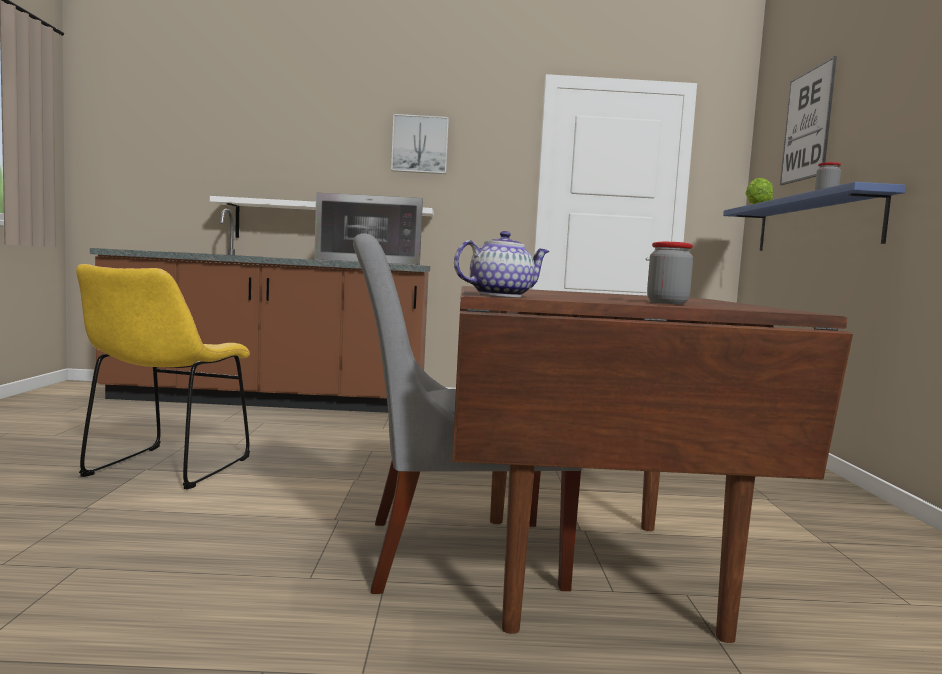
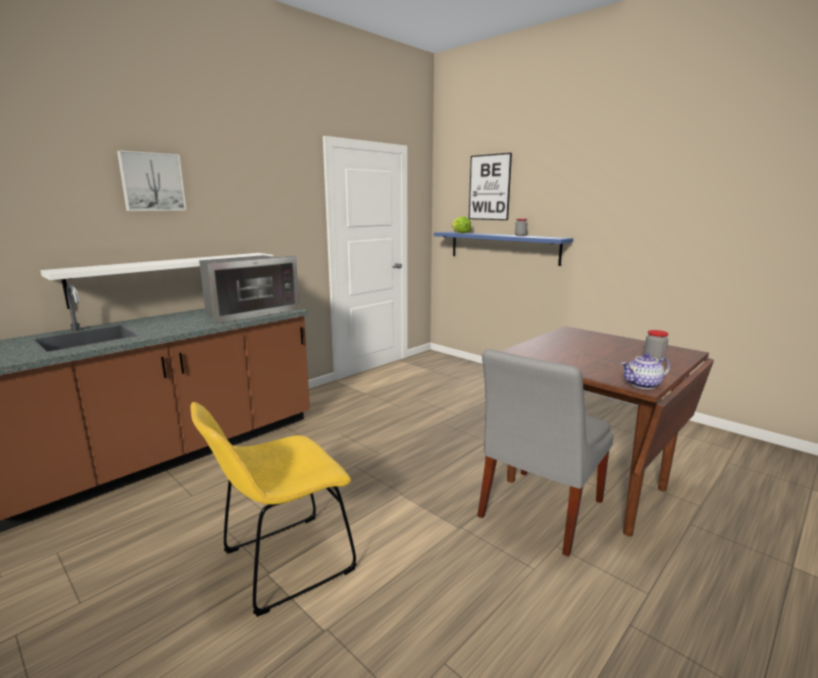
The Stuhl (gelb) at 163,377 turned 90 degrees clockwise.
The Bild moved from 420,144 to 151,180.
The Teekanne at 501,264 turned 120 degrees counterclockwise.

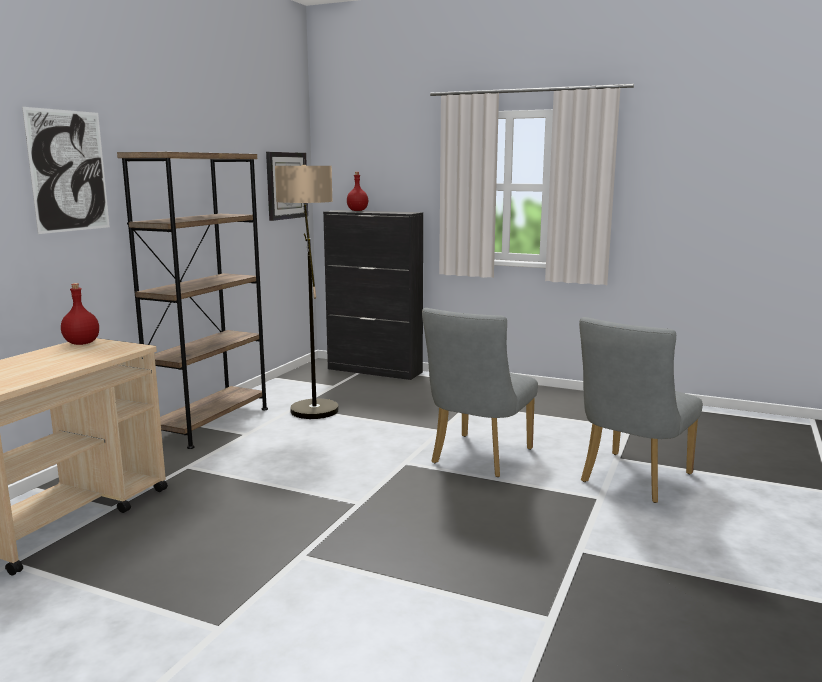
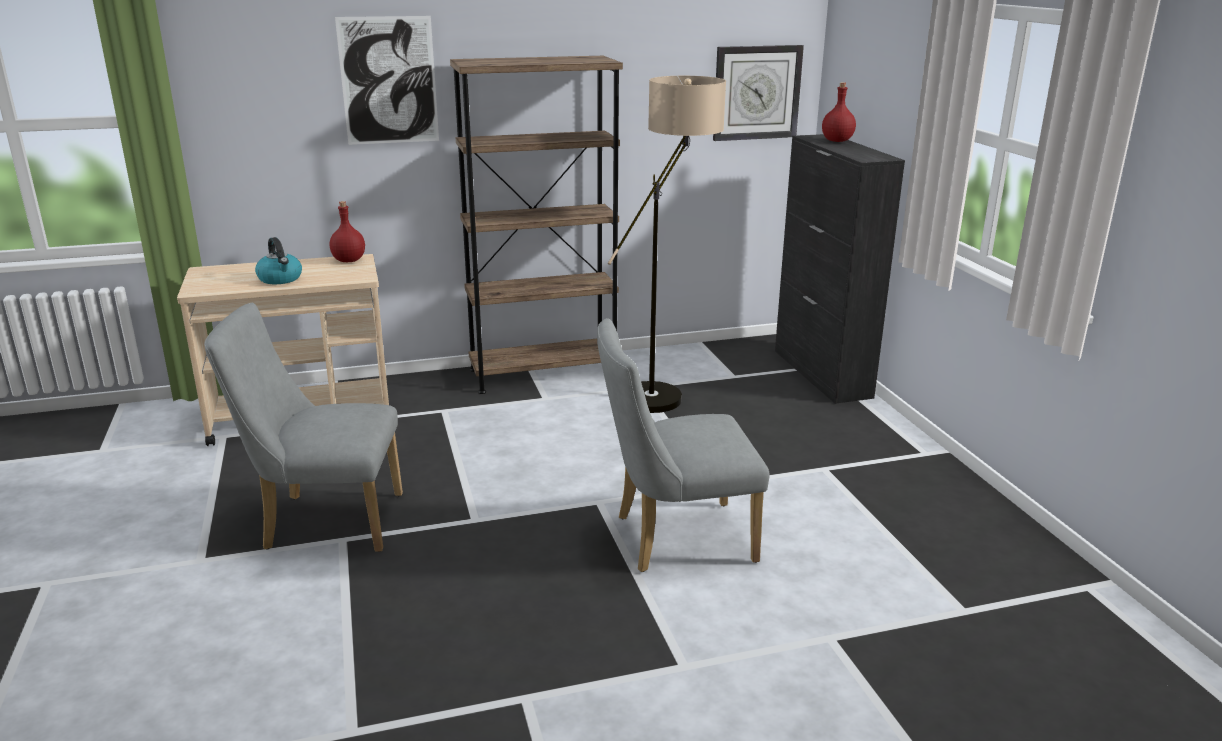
The Stuhl (grau) moved from 641,410 to 303,427.
The Wasserkessel at 278,260 appeared.

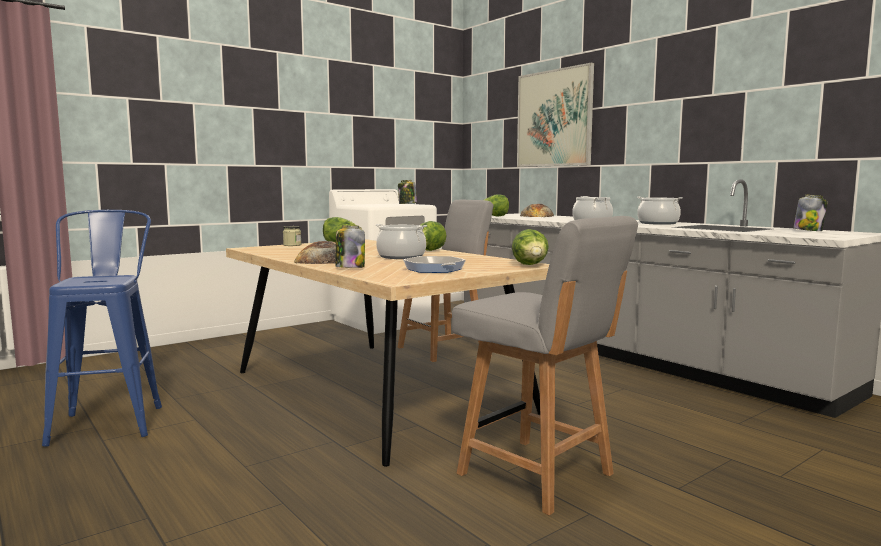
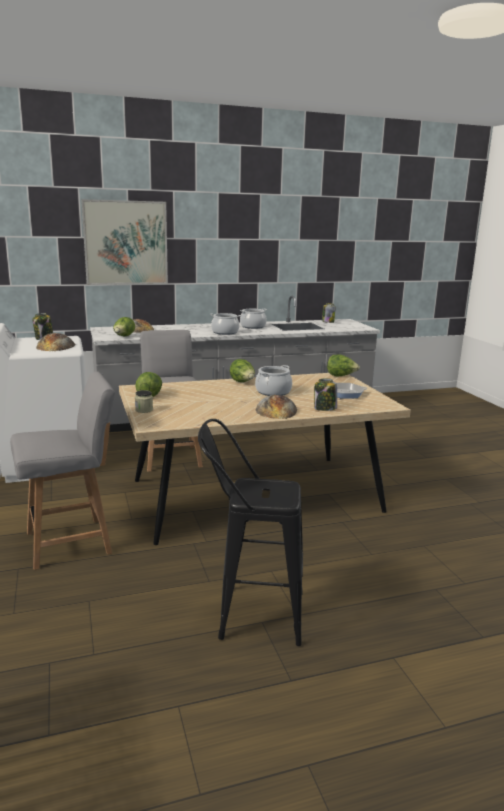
The Hocker (blau) at 102,328 became the Hocker (schwarz) at 250,532.
The Stuhl (grau) moved from 544,365 to 62,470.
The Brot at 55,342 appeared.

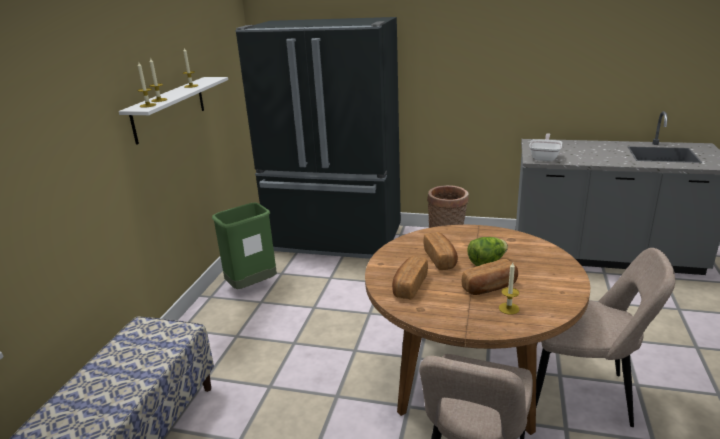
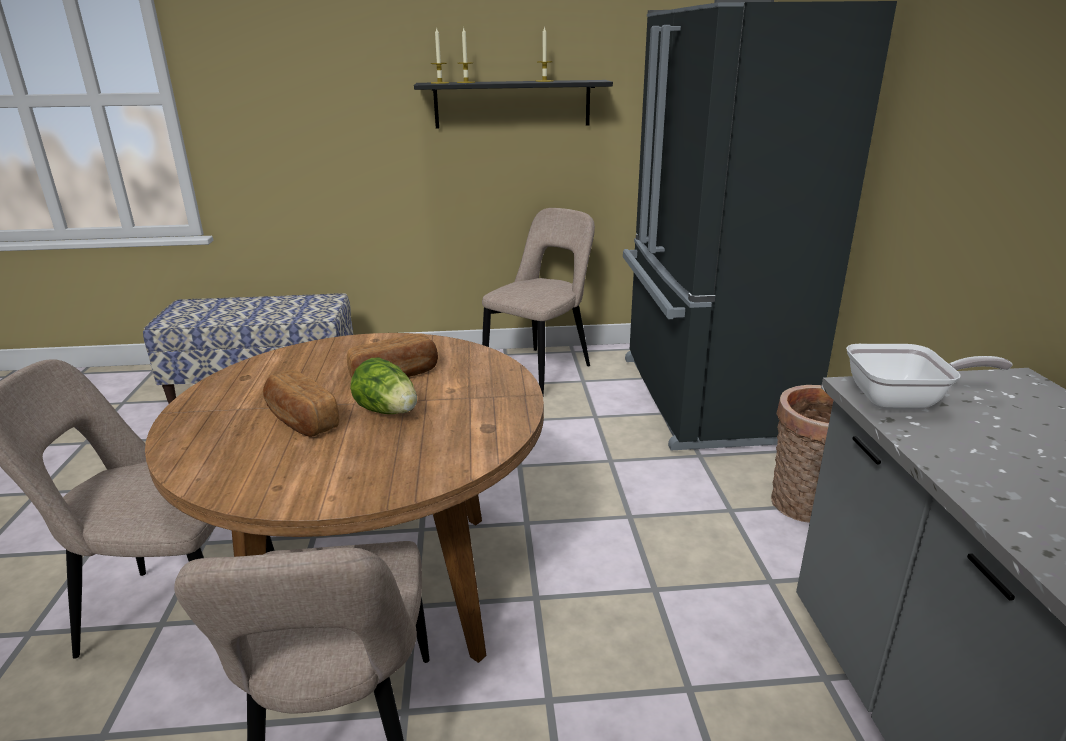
The Wandregal (weiß) at 173,111 became the Wandregal (schwarz) at 513,104.
The Mülleimer (grün) at 244,245 was replaced by the Stuhl (beige) at 538,302.
The Brot at 410,278 disappeared.
The Kerze at 509,288 disappeared.

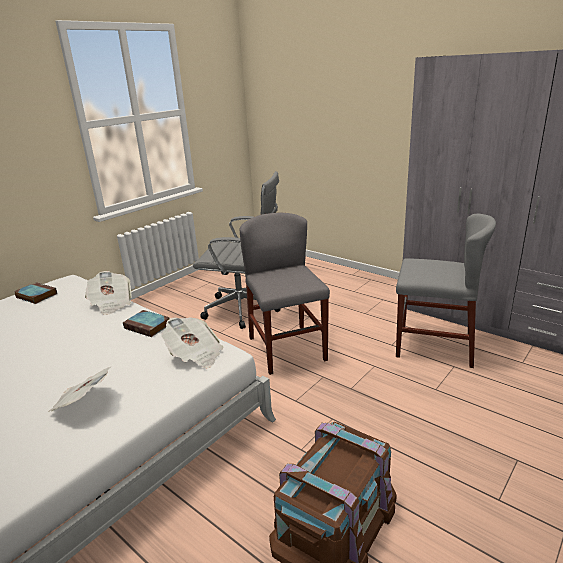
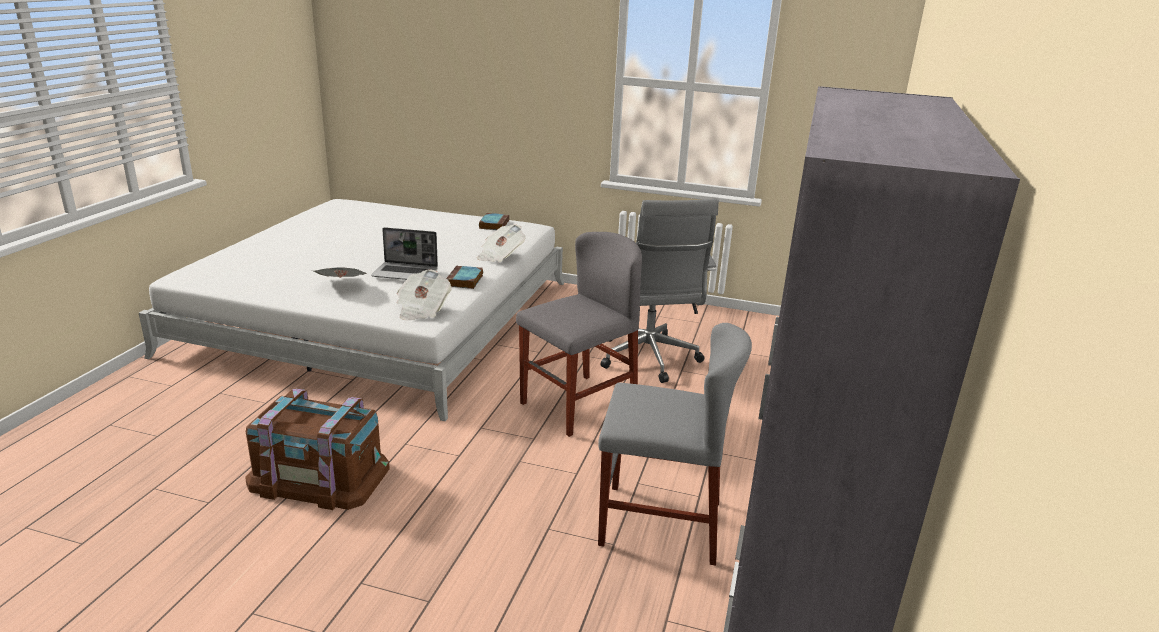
The Stuhl (grau) at 446,290 turned 75 degrees counterclockwise.
The Laptop at 404,253 appeared.

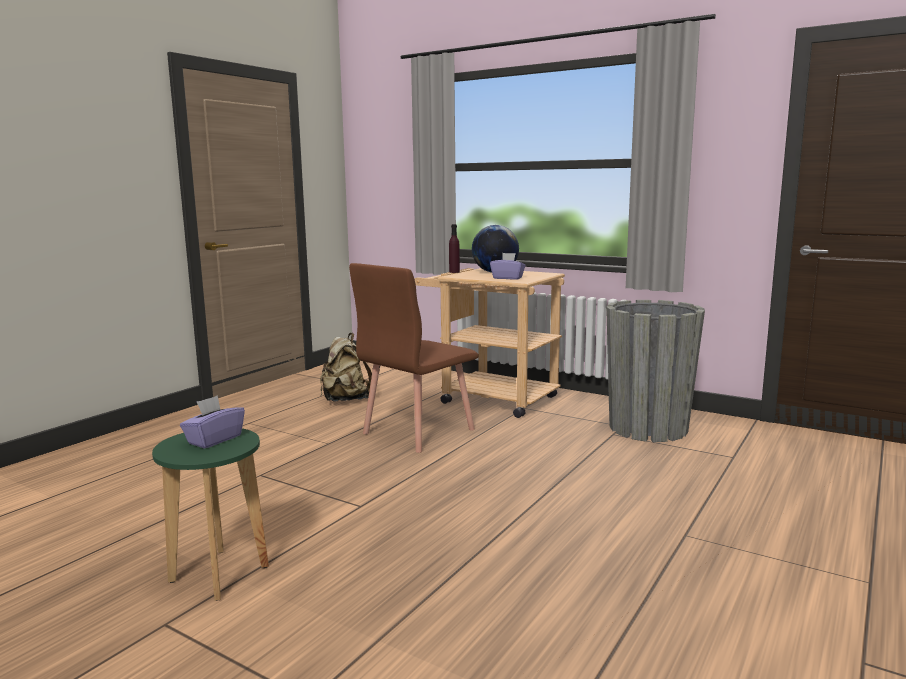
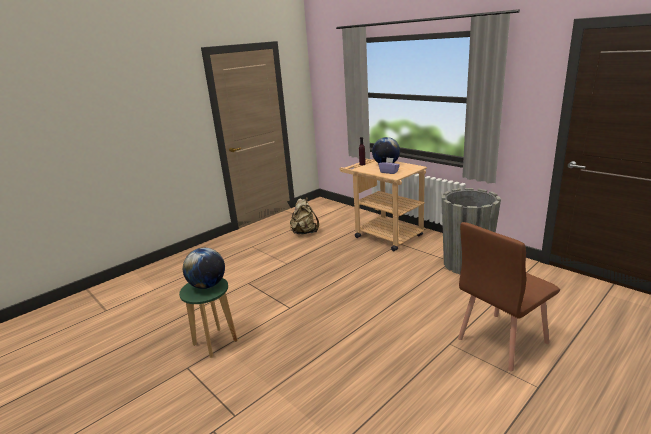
The Taschentuchbox (lila) at 212,422 was replaced by the Globus at 204,268.
The Stuhl (braun) moved from 414,358 to 509,297.

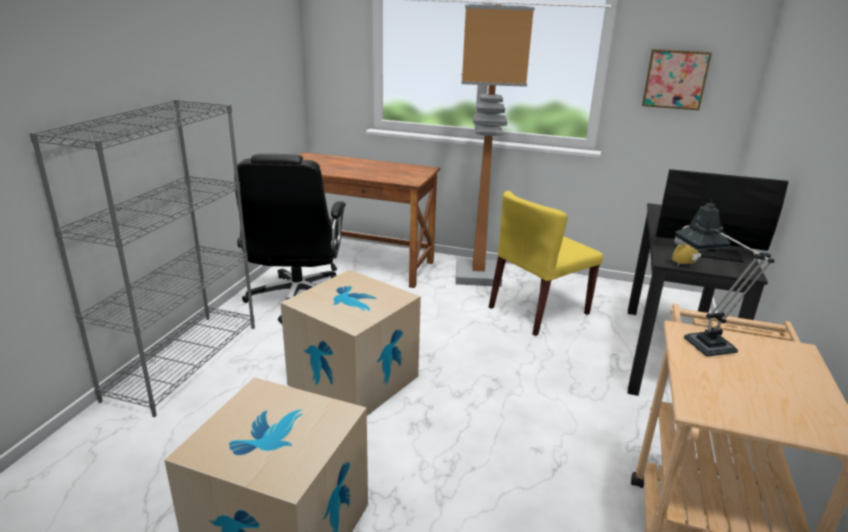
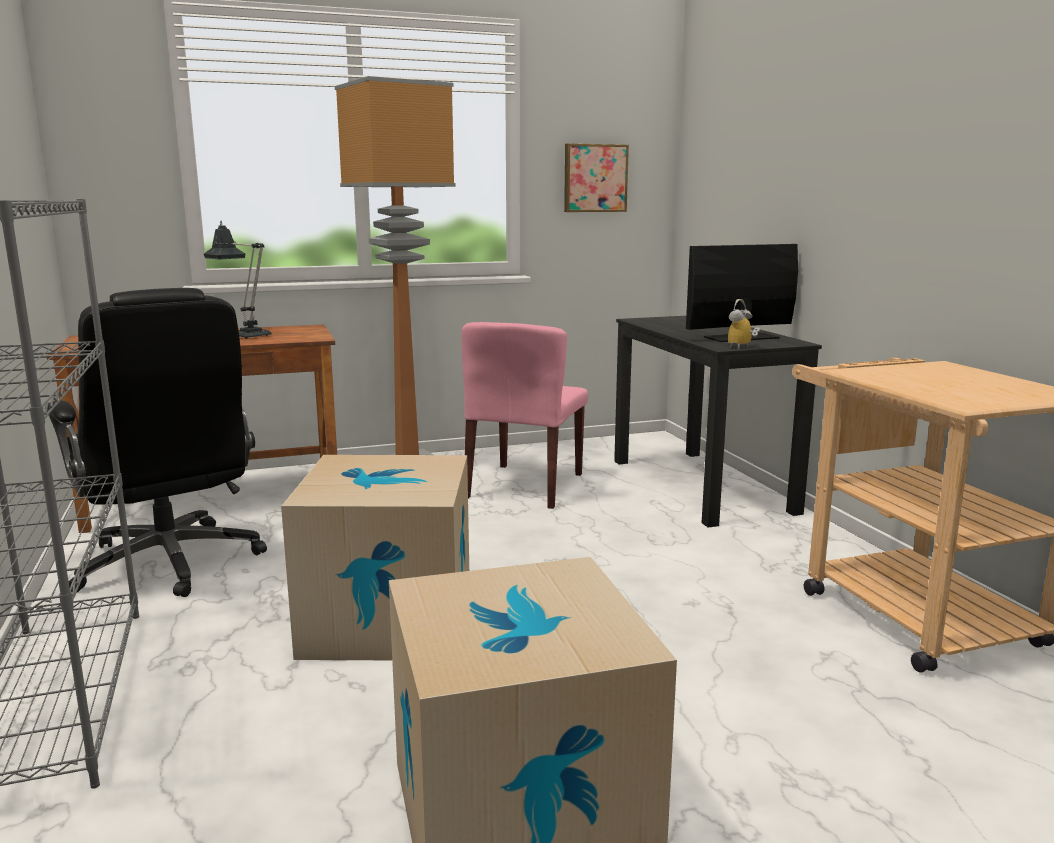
The Stuhl (gelb) at 546,263 became the Stuhl (rosa) at 525,415.
The Tischlampe moved from 725,277 to 238,280.

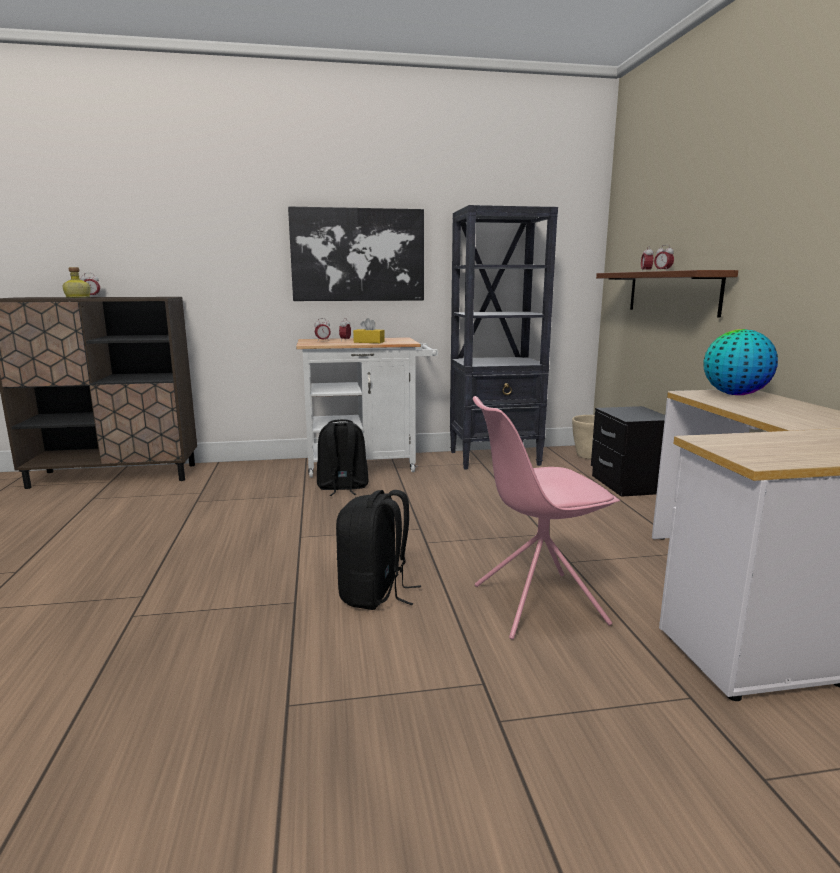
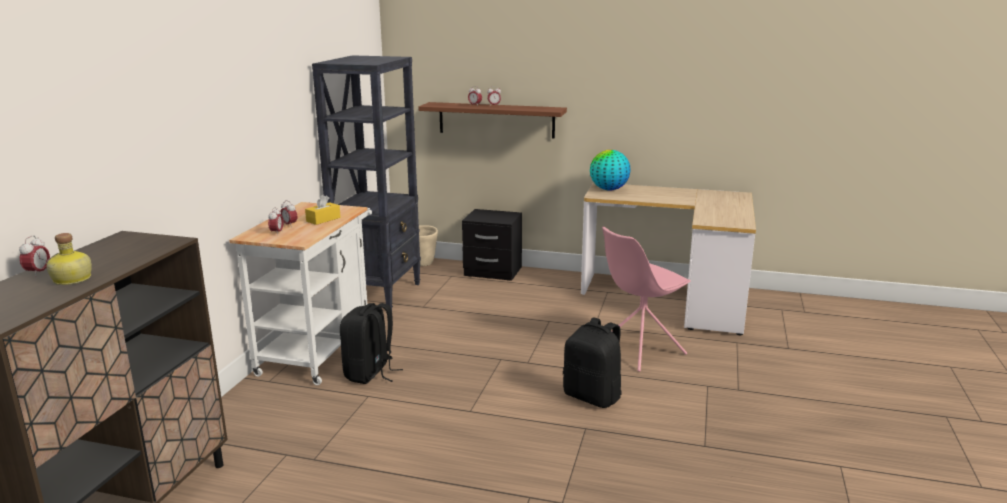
The Bild at 356,253 disappeared.
The Stuhl (rosa) at 546,518 turned 45 degrees clockwise.

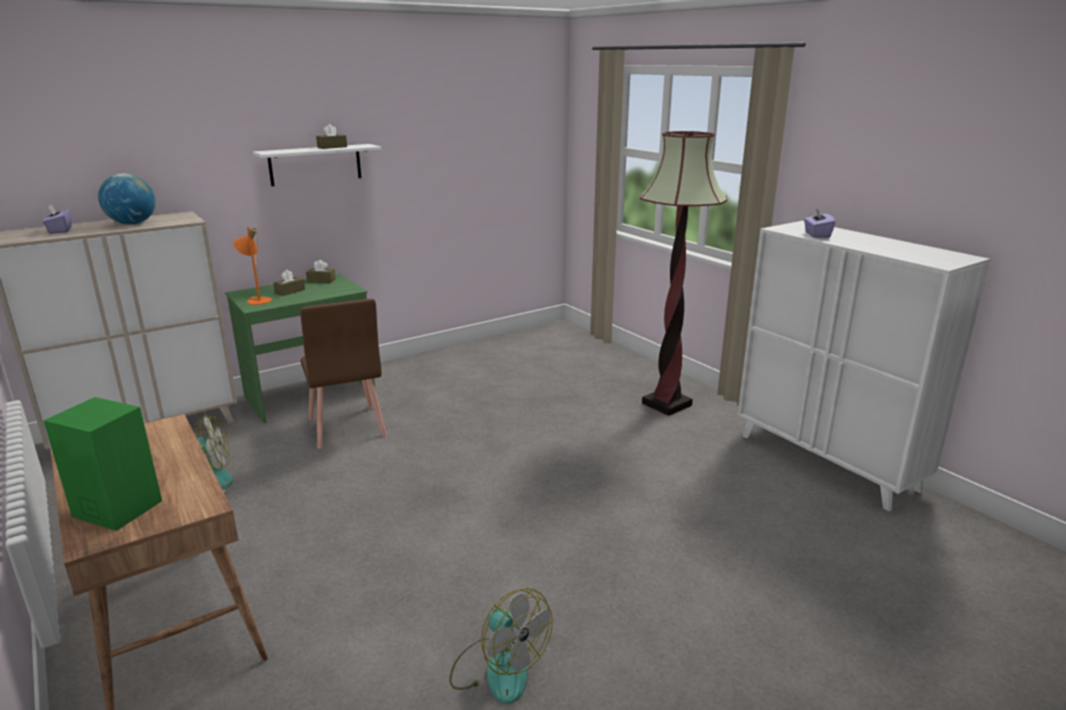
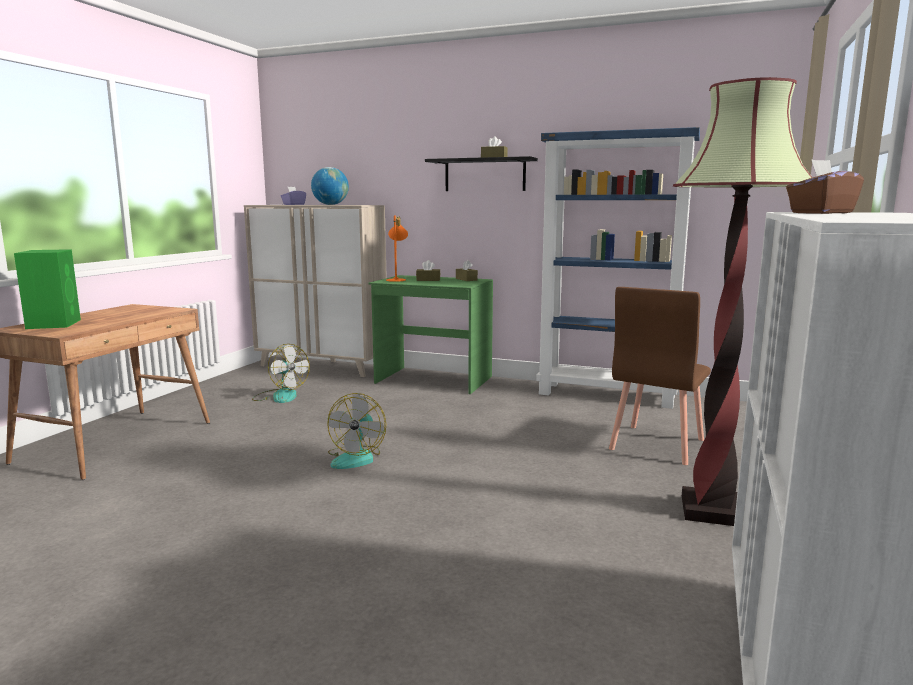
The Wandregal (weiß) at 317,165 became the Wandregal (schwarz) at 481,173.
The Stuhl (braun) moved from 343,374 to 660,376.
The Ventilator moved from 501,646 to 356,431.
The Taschentuchbox (lila) at 819,223 became the Taschentuchbox (braun) at 825,186.
The Bücherregal (blau) at 618,268 appeared.

